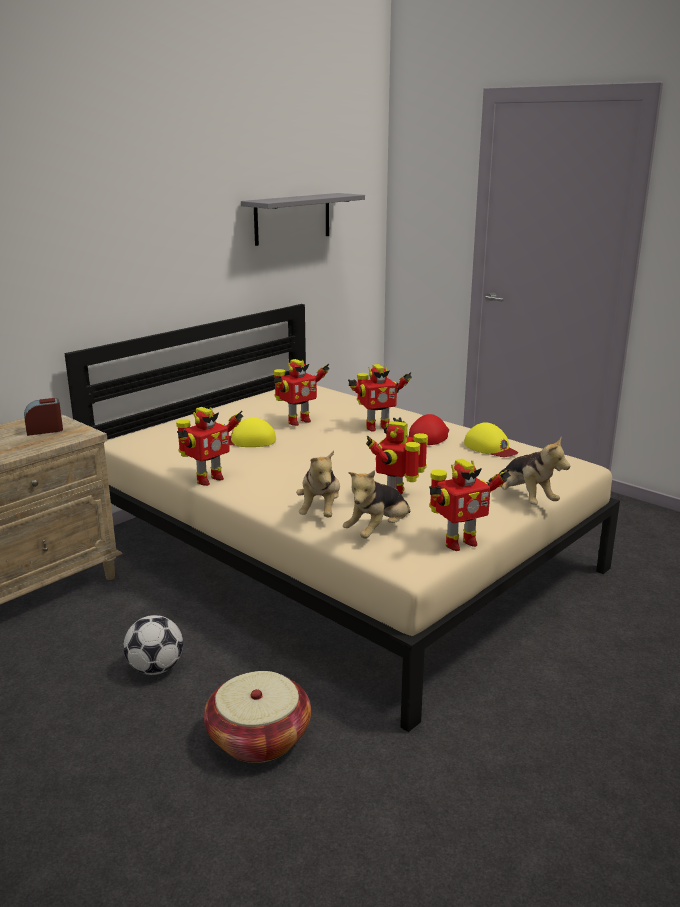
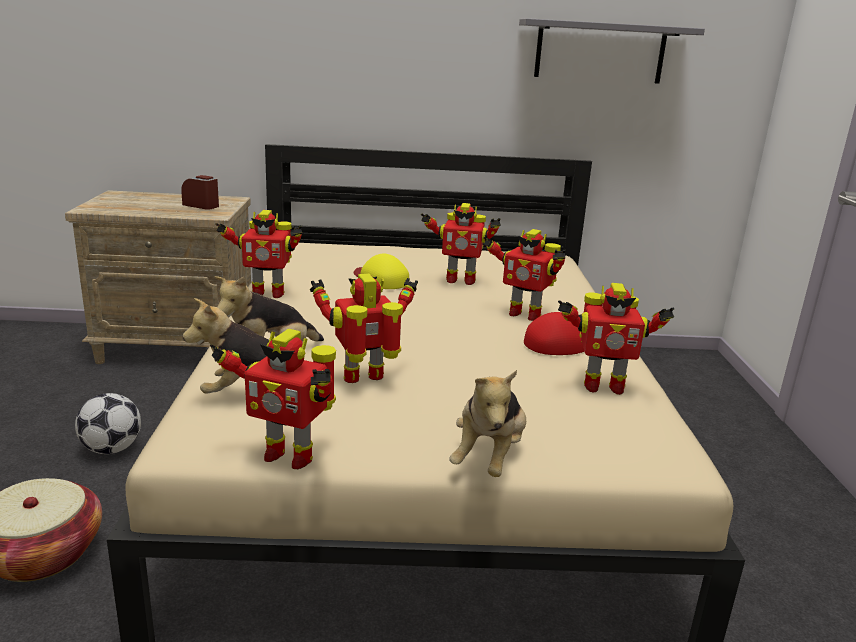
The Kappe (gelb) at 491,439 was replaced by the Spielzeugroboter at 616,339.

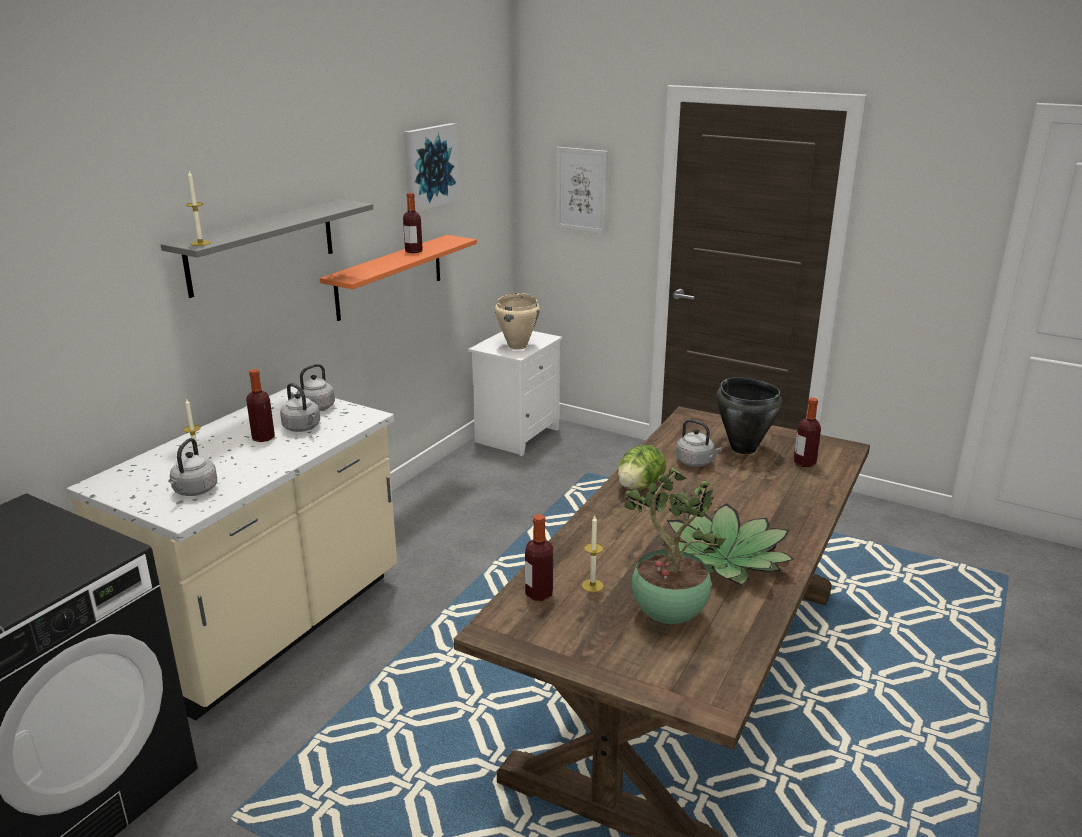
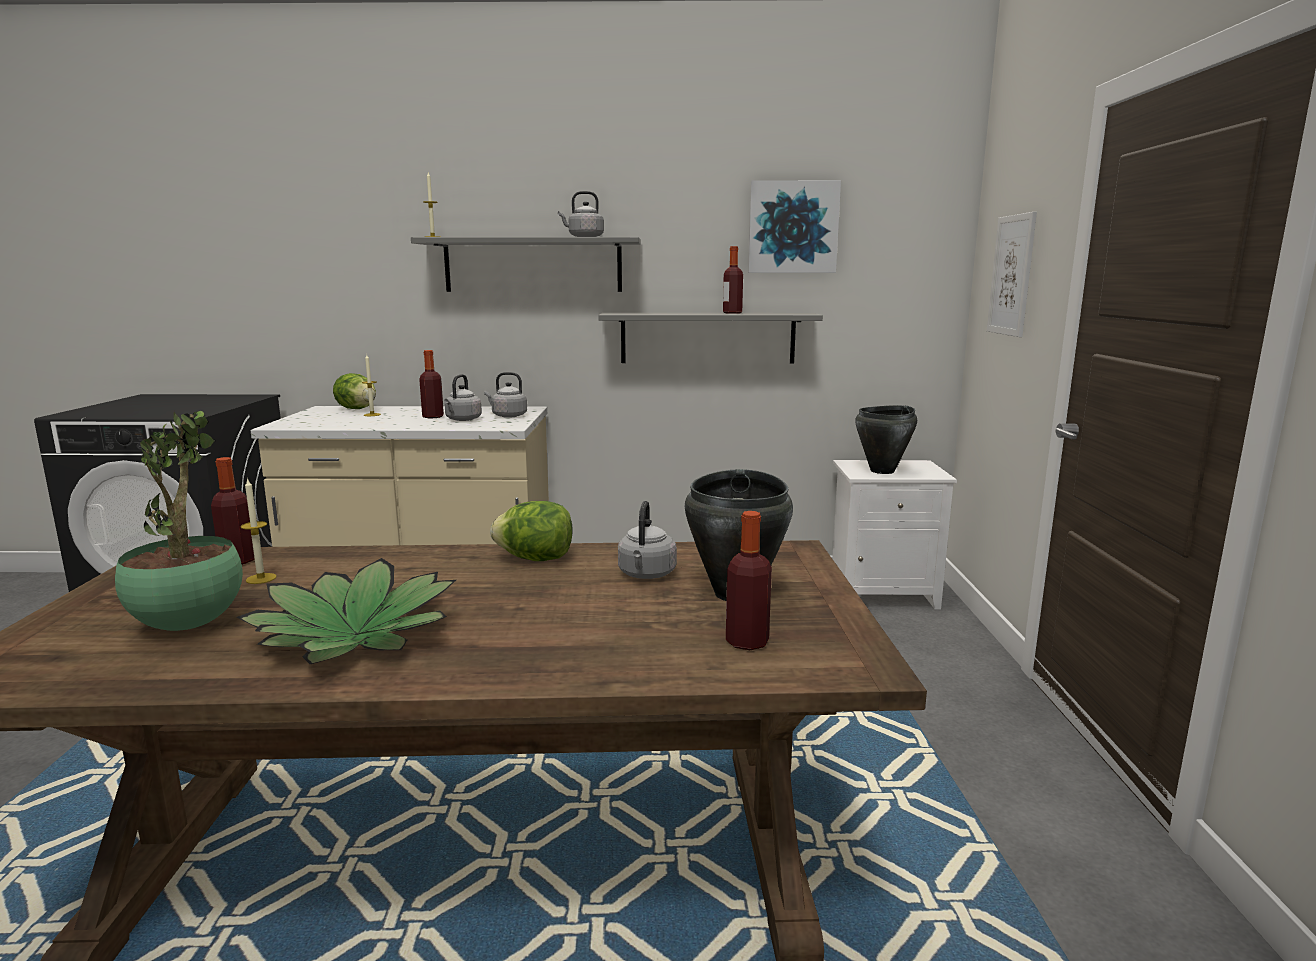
The Wasserkessel (grau) moved from 192,467 to 581,214.
The Wandregal (orange) at 398,278 became the Wandregal (grau) at 710,338.
The Kochtopf (beige) at 517,321 became the Kochtopf (schwarz) at 886,439.
The Salatkopf at 354,391 appeared.

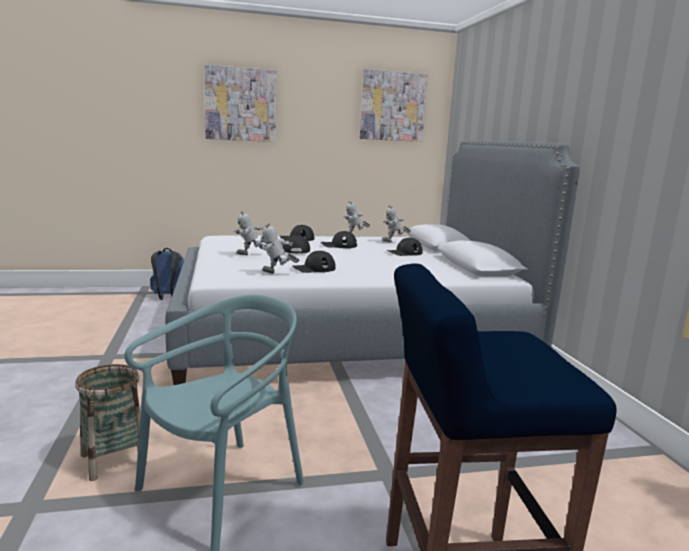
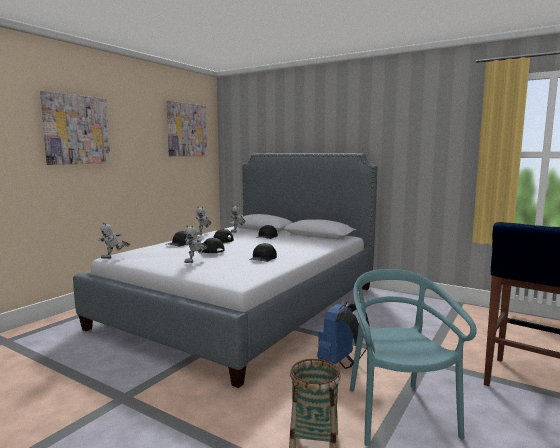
The Rucksack (blau) moved from 167,274 to 343,335.
The Spielzeugroboter moved from 278,248 to 114,240.

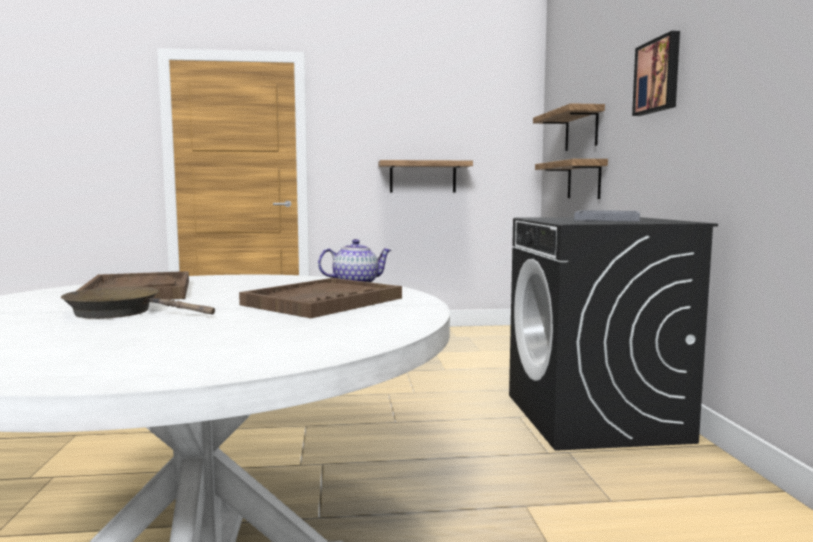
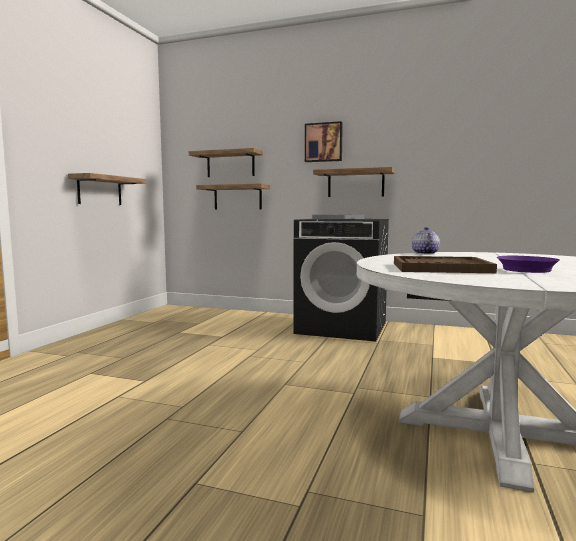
The Pfanne (braun) at 138,302 became the Pfanne (lila) at 528,264.
The Tablett (braun) at 320,298 disappeared.
The Wandregal at 354,182 appeared.

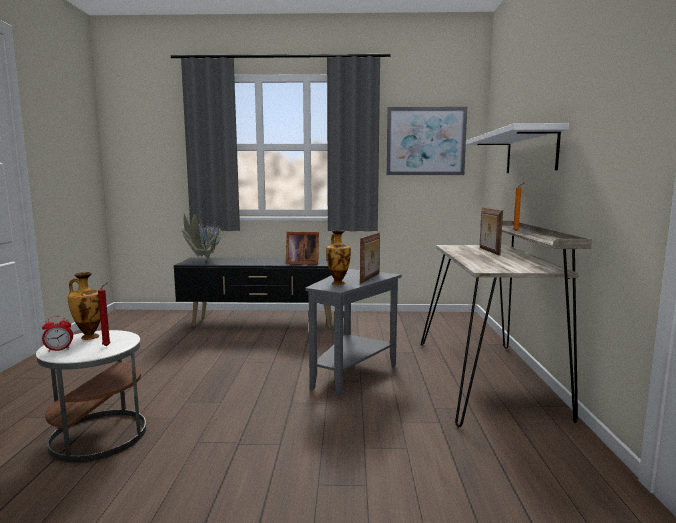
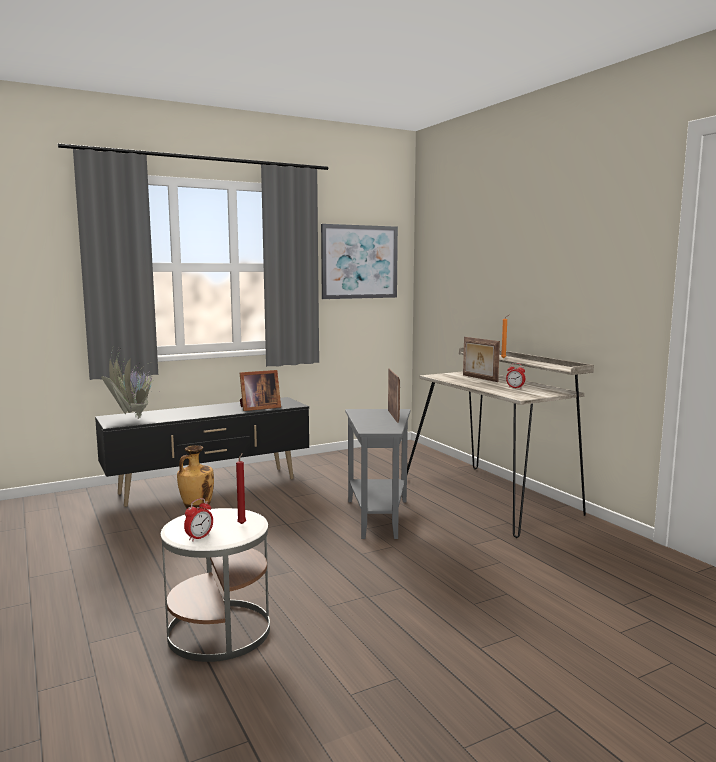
The Vase at 338,257 disappeared.
The Wandregal (weiß) at 517,148 disappeared.
The Wecker at 515,376 appeared.

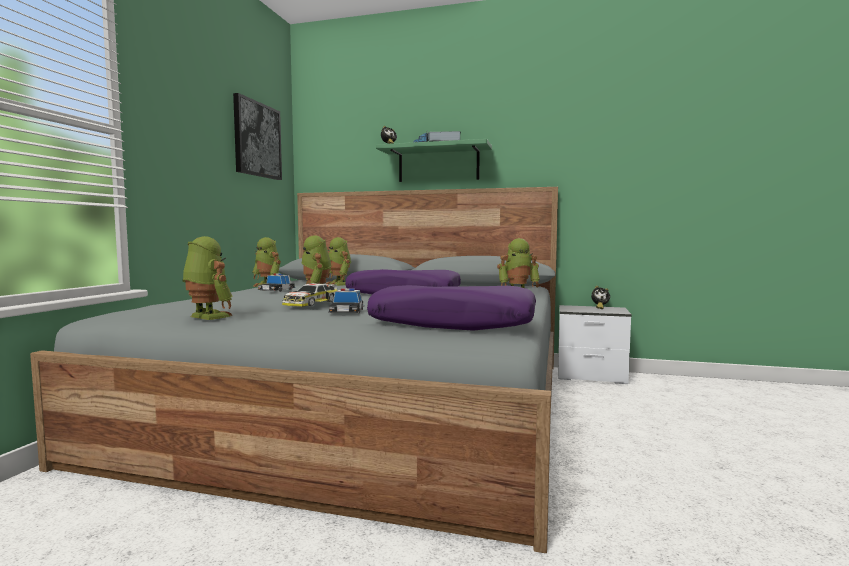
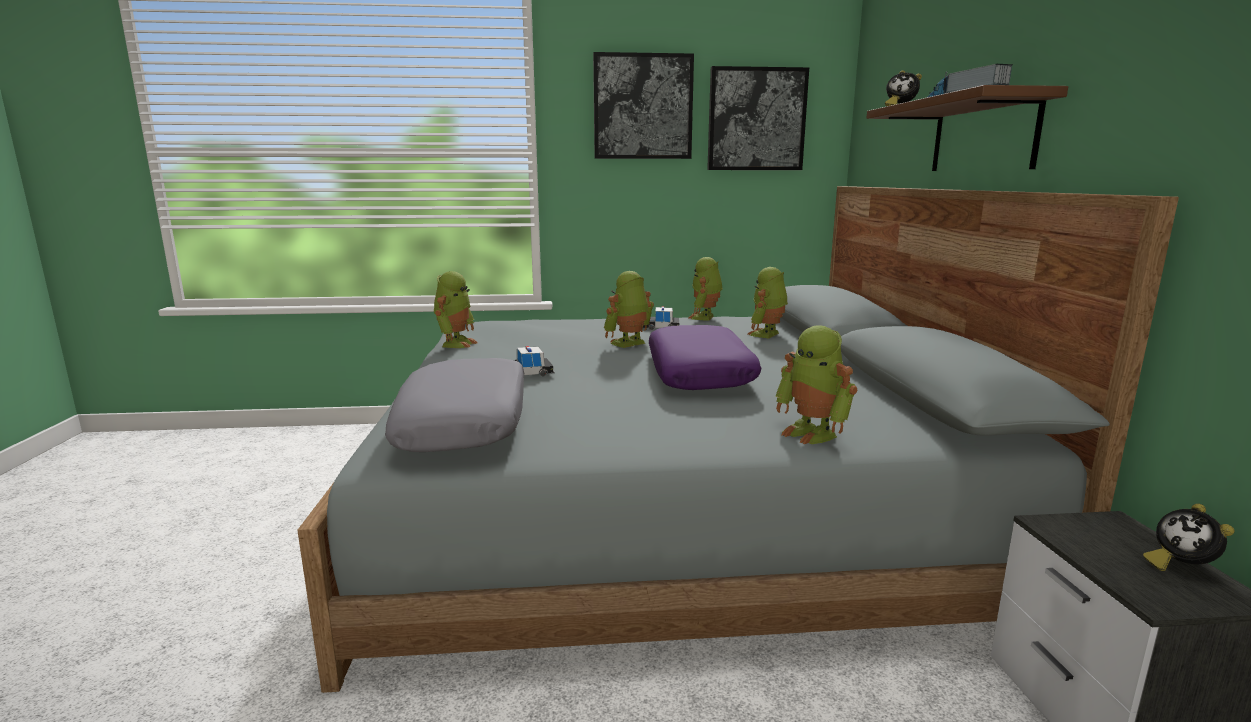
The Spielzeugauto at 309,295 disappeared.
The Kissen (lila) at 451,308 became the Kissen (grau) at 454,405.
The Wandregal (grün) at 434,160 became the Wandregal (braun) at 967,128.
The Bild at 643,105 appeared.

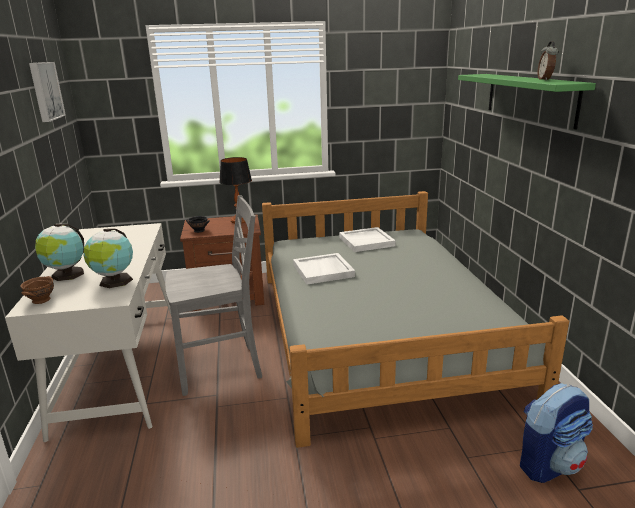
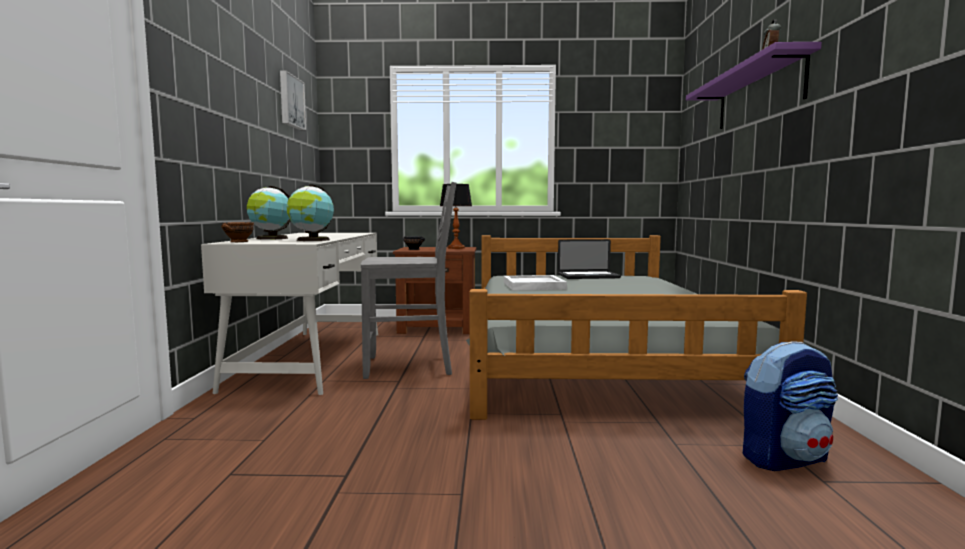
The Tablett (weiß) at 367,239 was replaced by the Laptop at 589,259.
The Wandregal (grün) at 527,101 became the Wandregal (lila) at 754,85.

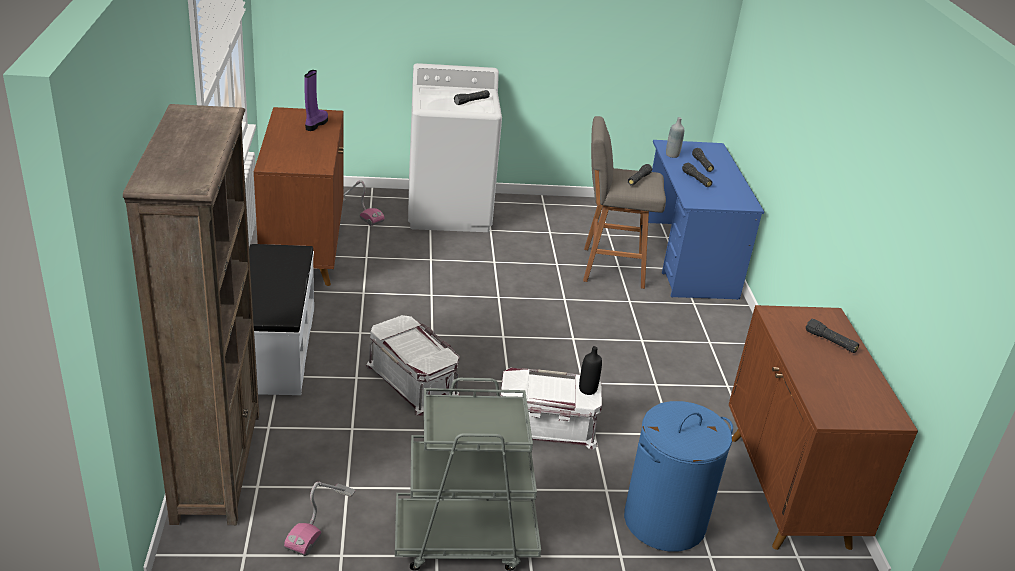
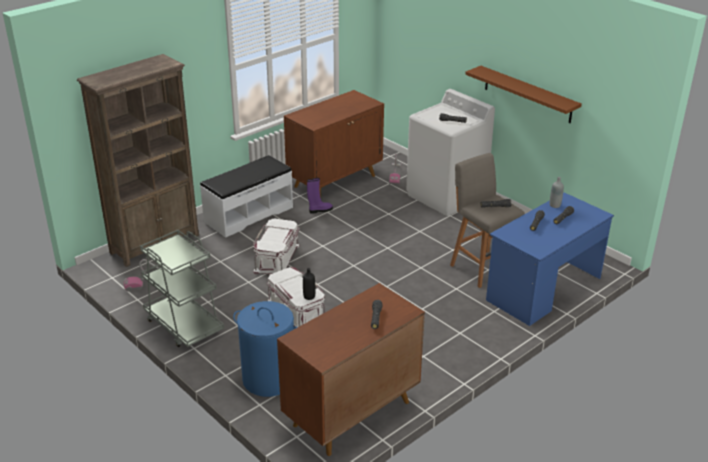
The Stiefel (lila) moved from 316,100 to 320,196.
The Wandregal (braun) at 523,94 appeared.

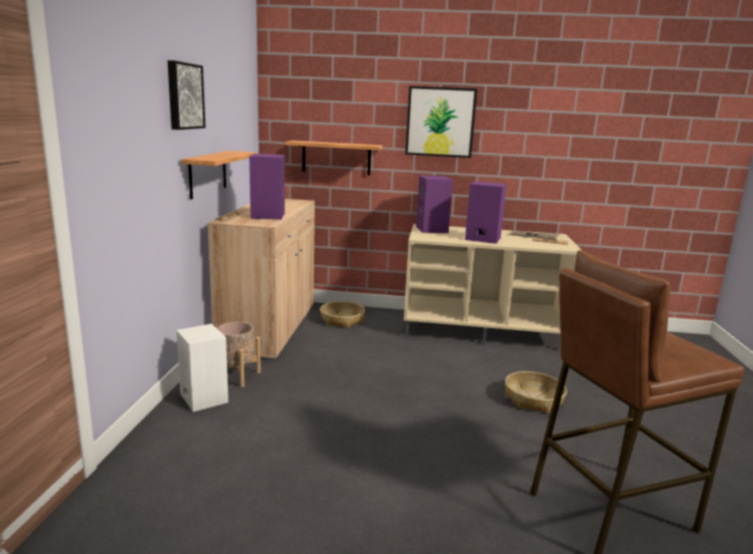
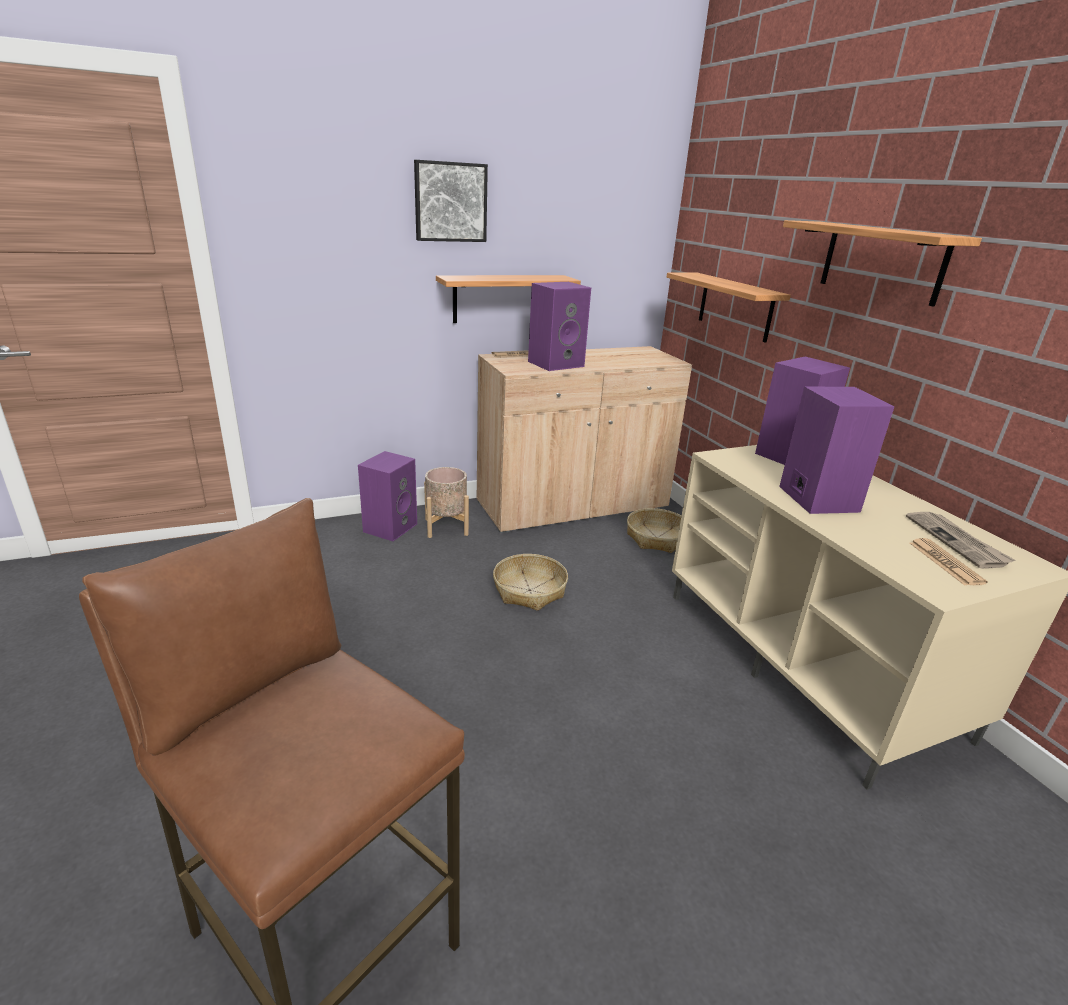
The Lautsprecher (weiß) at 202,368 became the Lautsprecher (lila) at 387,496.
The Bild at 441,122 was replaced by the Wandregal at 882,263.
The Korb moved from 536,392 to 530,582.

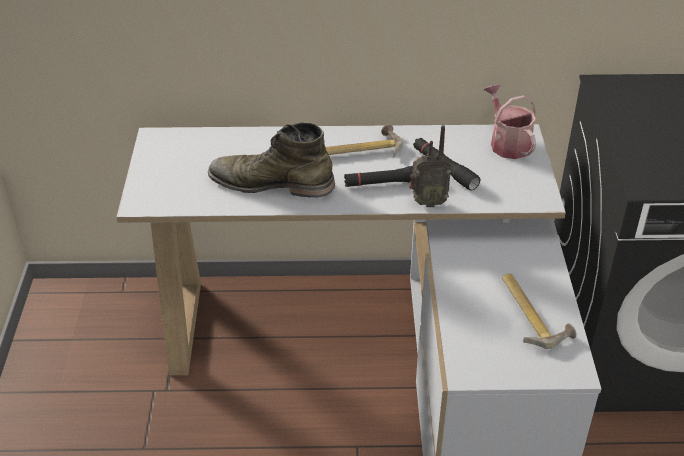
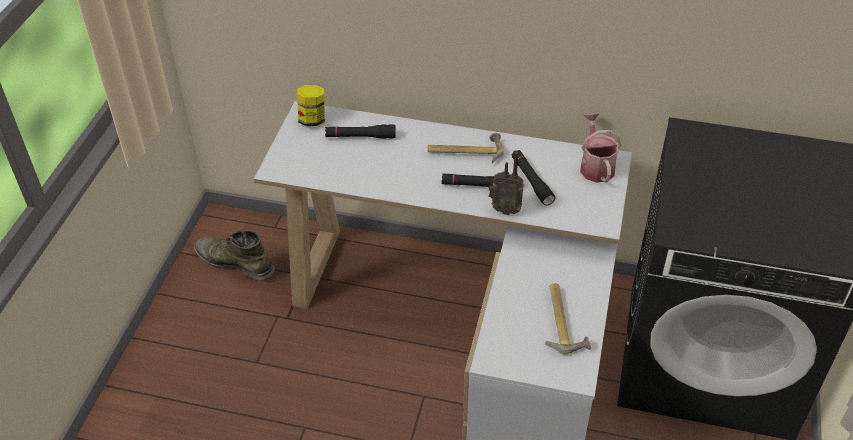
The Stiefel (grün) moved from 271,160 to 234,255.
The Vorratsglas at 311,105 appeared.
The Taschenlampe (schwarz) at 360,131 appeared.

